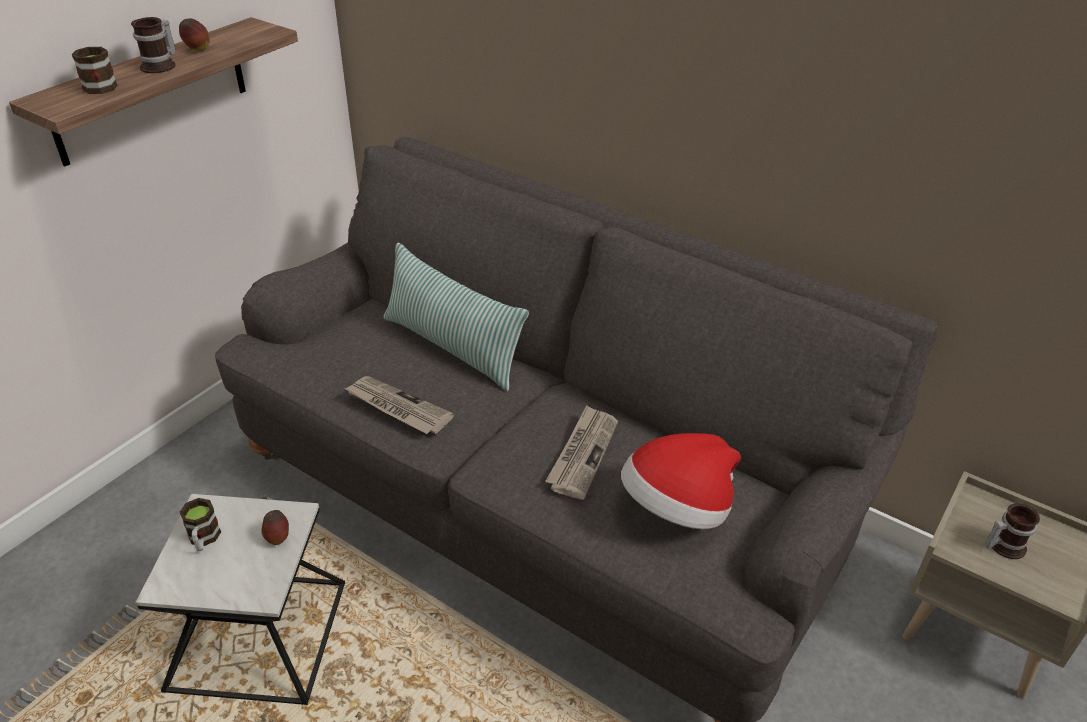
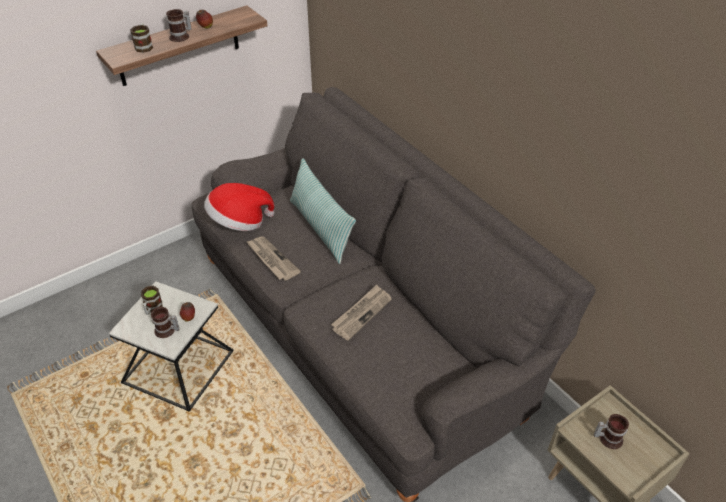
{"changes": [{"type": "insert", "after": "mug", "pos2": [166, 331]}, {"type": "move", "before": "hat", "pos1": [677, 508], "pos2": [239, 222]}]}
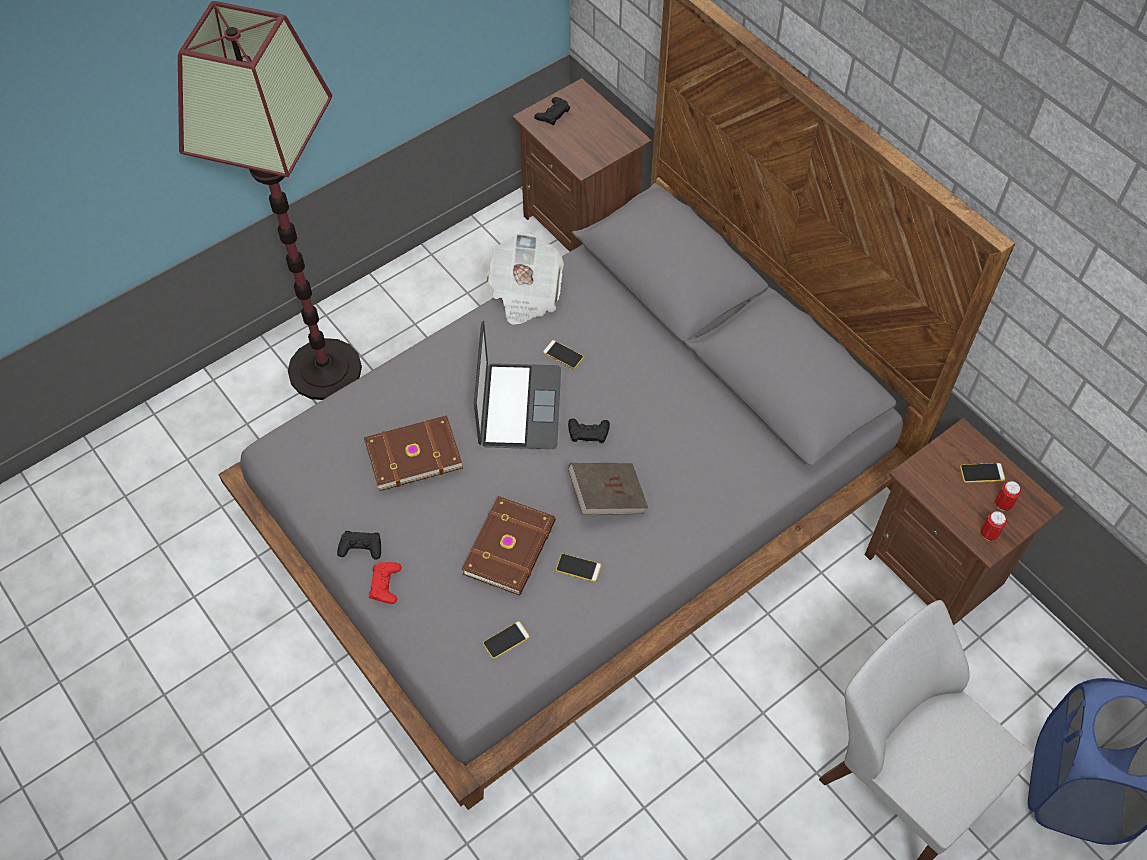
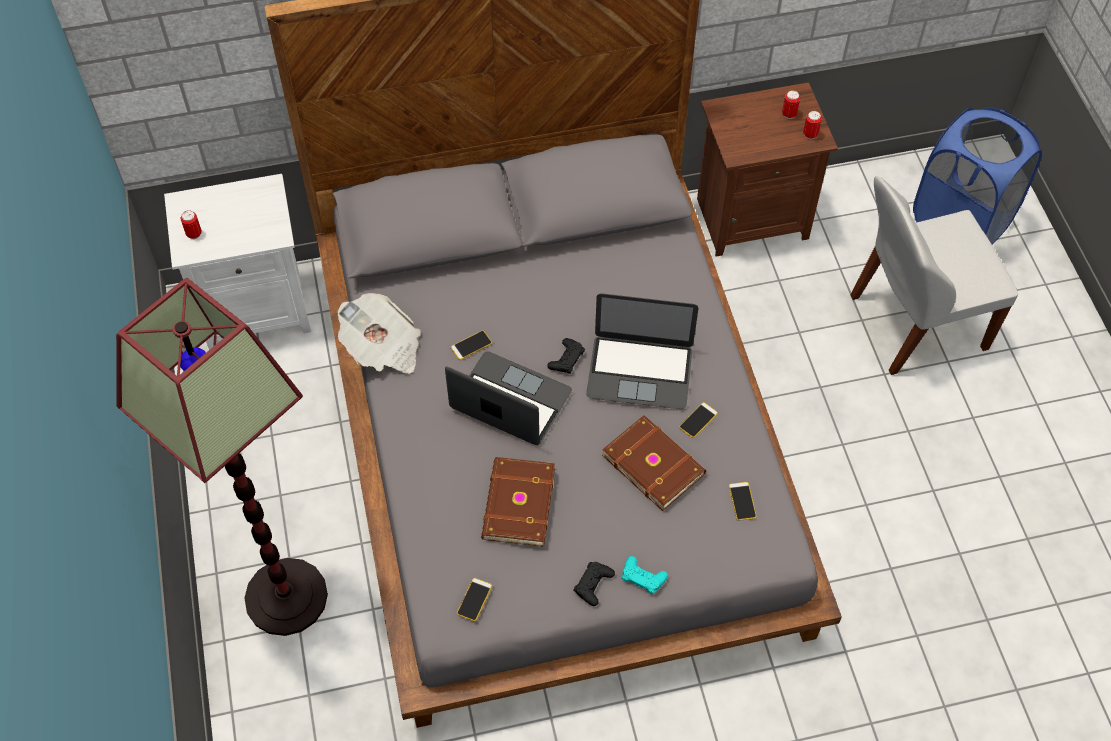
{"changes": [{"type": "recolor", "before": "brown nightstand", "after": "white nightstand", "pos1": [582, 226], "pos2": [255, 308]}, {"type": "replace", "before": "black game controller", "after": "can", "pos1": [552, 114], "pos2": [194, 234]}, {"type": "move", "before": "phone", "pos1": [982, 473], "pos2": [474, 599]}, {"type": "replace", "before": "brown book", "after": "laptop", "pos1": [607, 497], "pos2": [640, 371]}, {"type": "recolor", "before": "red game controller", "after": "turquoise game controller", "pos1": [385, 584], "pos2": [643, 577]}]}
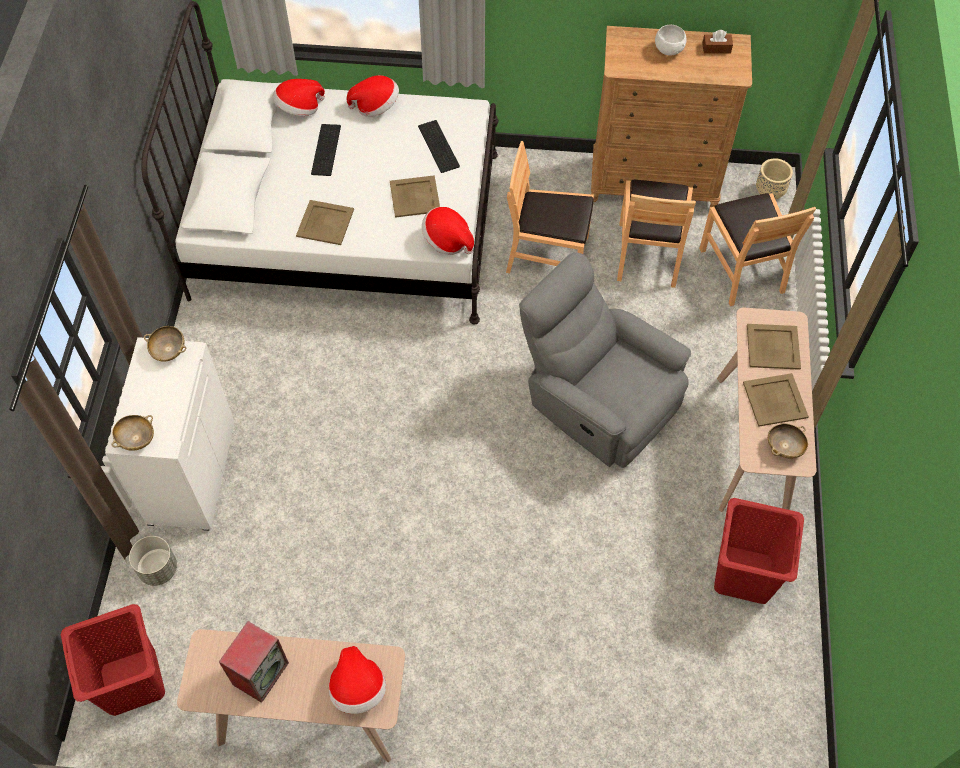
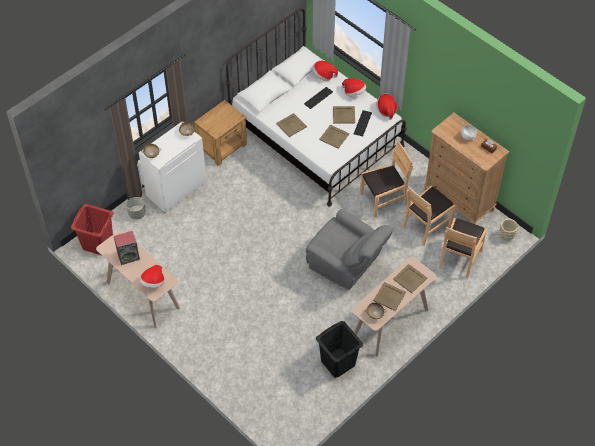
{"changes": [{"type": "insert", "after": "brown nightstand", "pos2": [223, 146]}, {"type": "rotate", "before": "grey armchair", "pos1": [597, 402], "pos2": [346, 266], "turn": 135}, {"type": "recolor", "before": "red laundry basket", "after": "black laundry basket", "pos1": [744, 575], "pos2": [338, 363]}, {"type": "insert", "after": "beige tray", "pos2": [343, 115]}, {"type": "rotate", "before": "brown chair", "pos1": [547, 255], "pos2": [384, 199], "turn": 105}, {"type": "move", "before": "hat", "pos1": [447, 240], "pos2": [386, 110]}]}
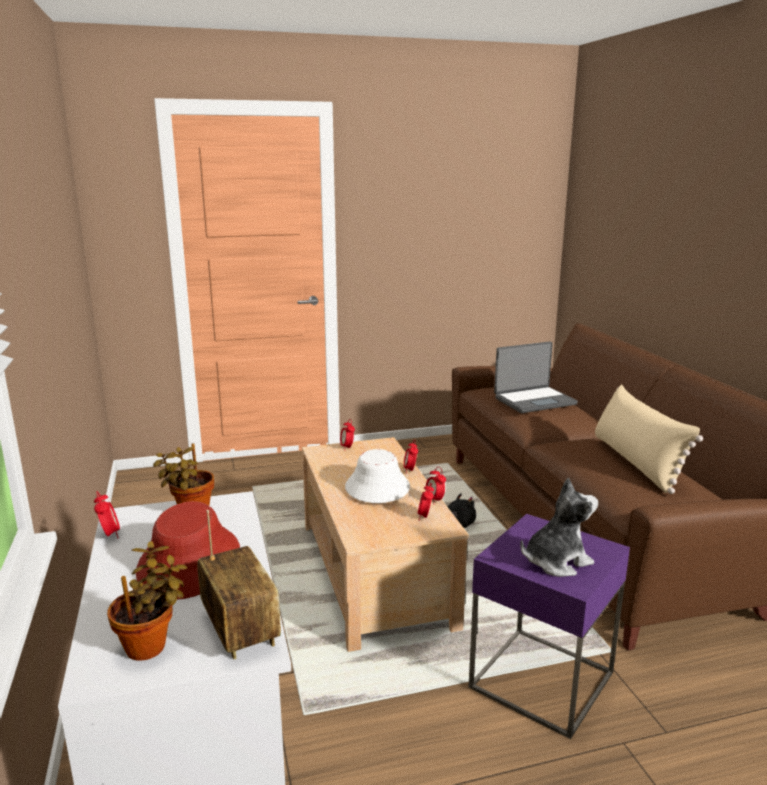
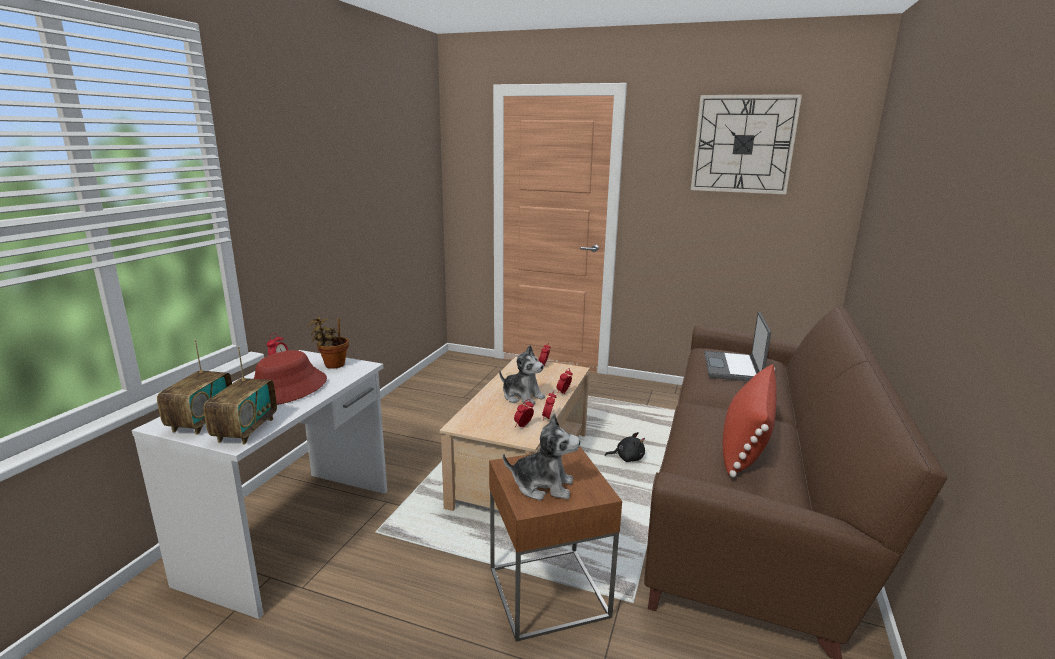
{"changes": [{"type": "replace", "before": "potted plant", "after": "radio", "pos1": [151, 646], "pos2": [201, 421]}, {"type": "recolor", "before": "purple side table", "after": "brown side table", "pos1": [541, 680], "pos2": [548, 592]}, {"type": "replace", "before": "white hat", "after": "plush toy", "pos1": [377, 487], "pos2": [522, 397]}, {"type": "insert", "after": "wall clock", "pos2": [743, 144]}, {"type": "rotate", "before": "laptop", "pos1": [534, 400], "pos2": [733, 368], "turn": 90}, {"type": "recolor", "before": "beige pillow", "after": "red pillow", "pos1": [636, 462], "pos2": [746, 442]}]}
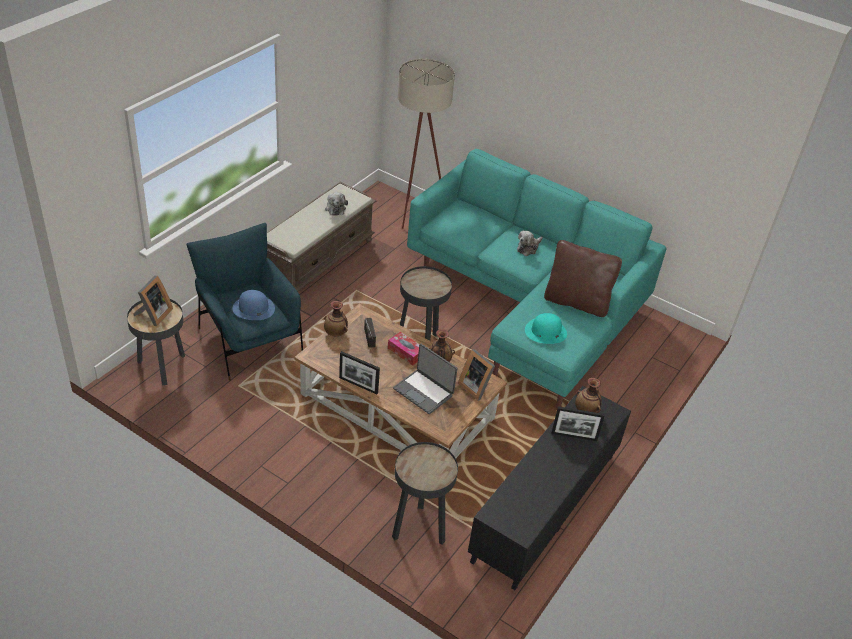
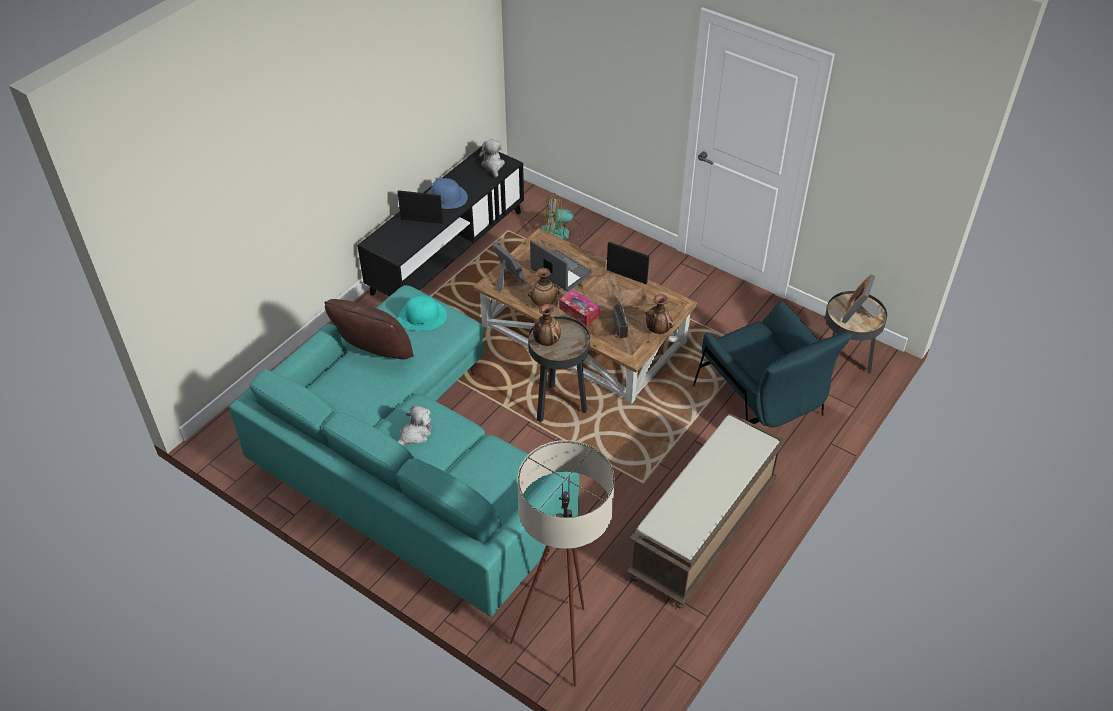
{"changes": [{"type": "move", "before": "blue hat", "pos1": [253, 308], "pos2": [446, 197]}, {"type": "move", "before": "plush toy", "pos1": [335, 208], "pos2": [493, 165]}, {"type": "move", "before": "vase", "pos1": [586, 411], "pos2": [546, 341]}, {"type": "replace", "before": "black side table", "after": "fan", "pos1": [418, 529], "pos2": [562, 233]}]}
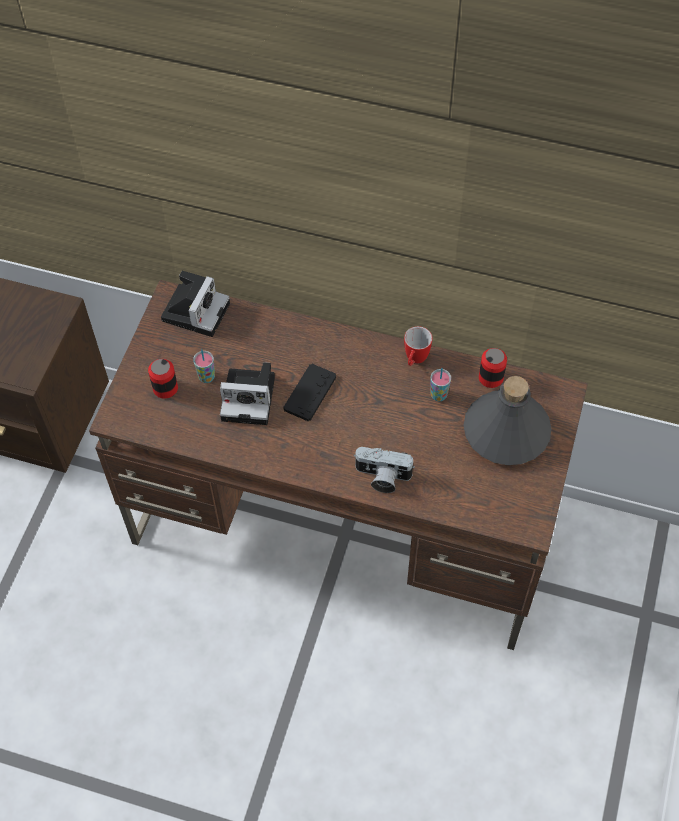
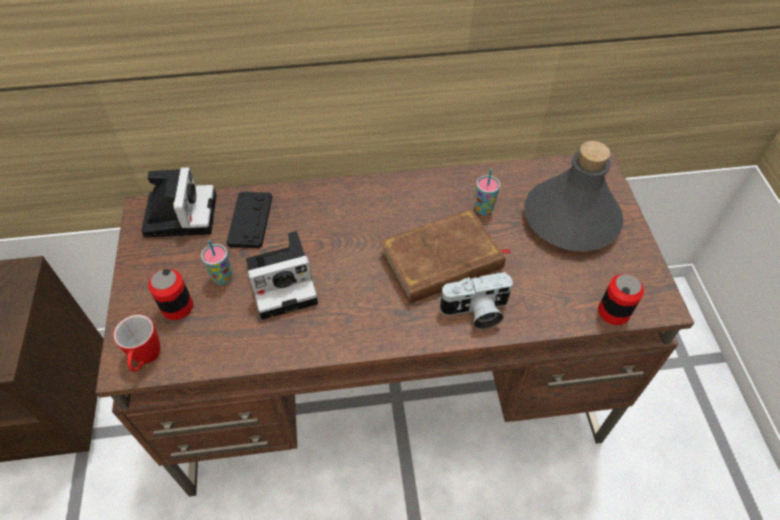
{"changes": [{"type": "move", "before": "mug", "pos1": [414, 360], "pos2": [146, 360]}, {"type": "move", "before": "black game controller", "pos1": [310, 393], "pos2": [250, 220]}, {"type": "insert", "after": "brown book", "pos2": [442, 261]}, {"type": "move", "before": "can", "pos1": [490, 378], "pos2": [613, 312]}]}
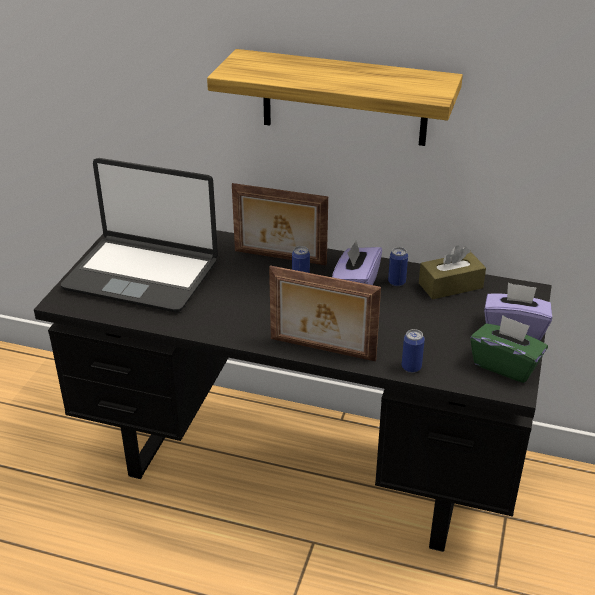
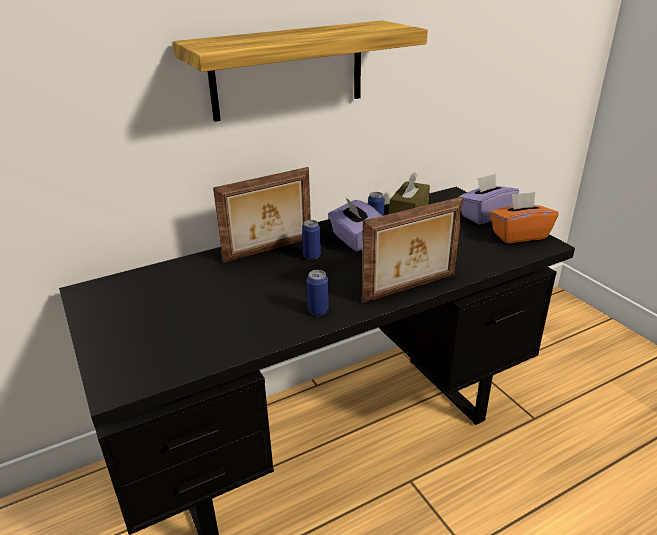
{"changes": [{"type": "move", "before": "can", "pos1": [411, 367], "pos2": [318, 310]}, {"type": "recolor", "before": "green tissue box", "after": "orange tissue box", "pos1": [505, 365], "pos2": [519, 235]}, {"type": "delete", "before": "laptop", "pos1": [142, 274]}]}
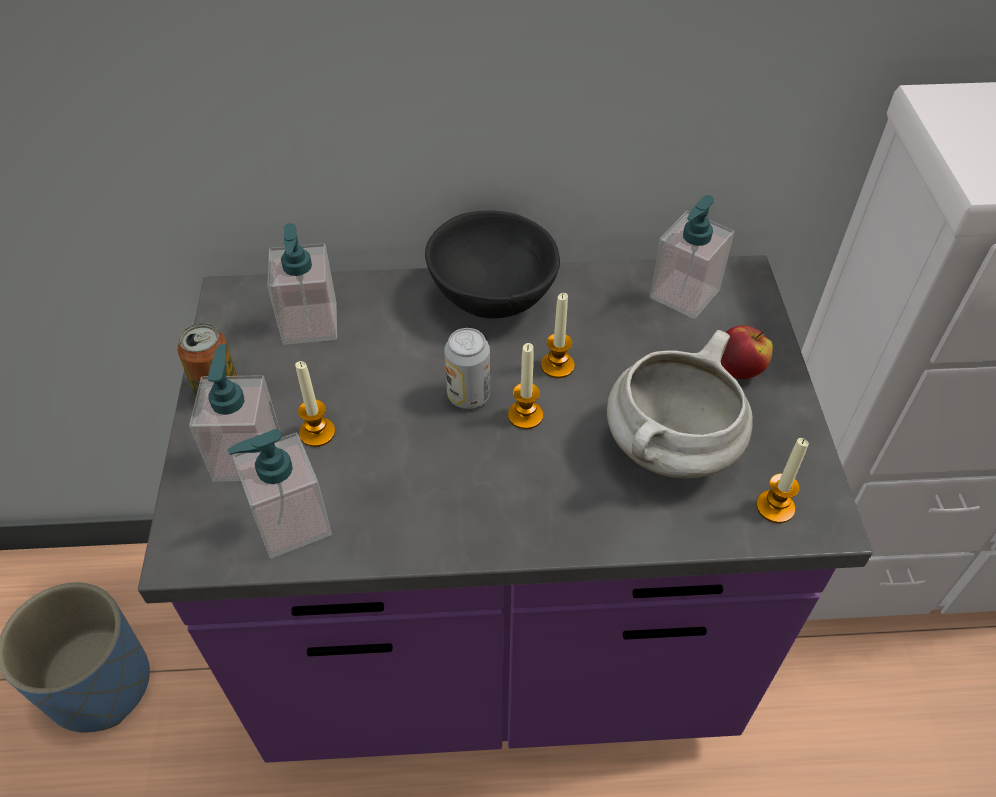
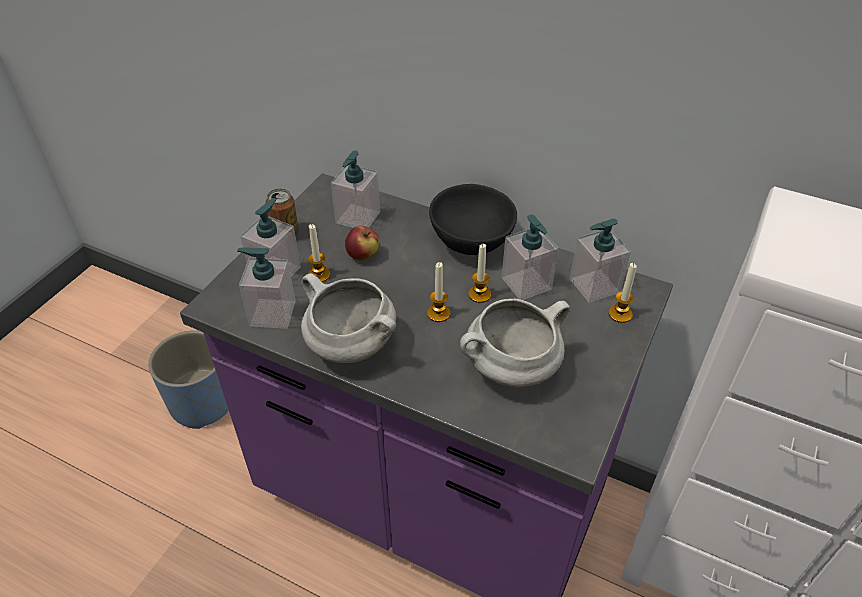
{"changes": [{"type": "insert", "after": "white cooking pot", "pos2": [349, 345]}, {"type": "move", "before": "apple", "pos1": [739, 369], "pos2": [363, 255]}, {"type": "insert", "after": "soap dispenser", "pos2": [526, 284]}, {"type": "move", "before": "candle", "pos1": [775, 507], "pos2": [620, 314]}, {"type": "delete", "before": "can", "pos1": [468, 395]}]}
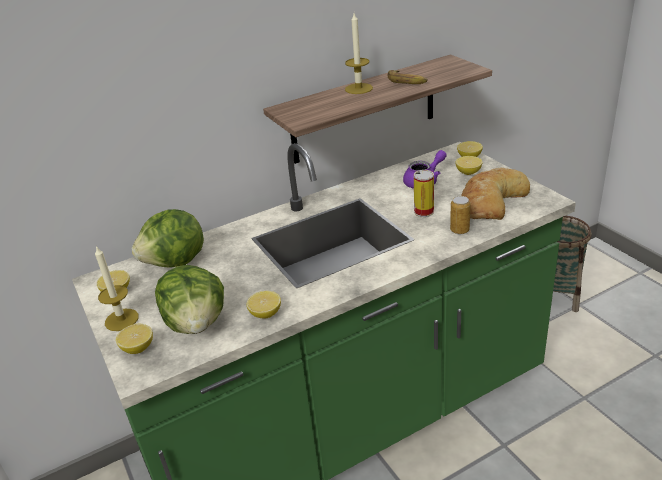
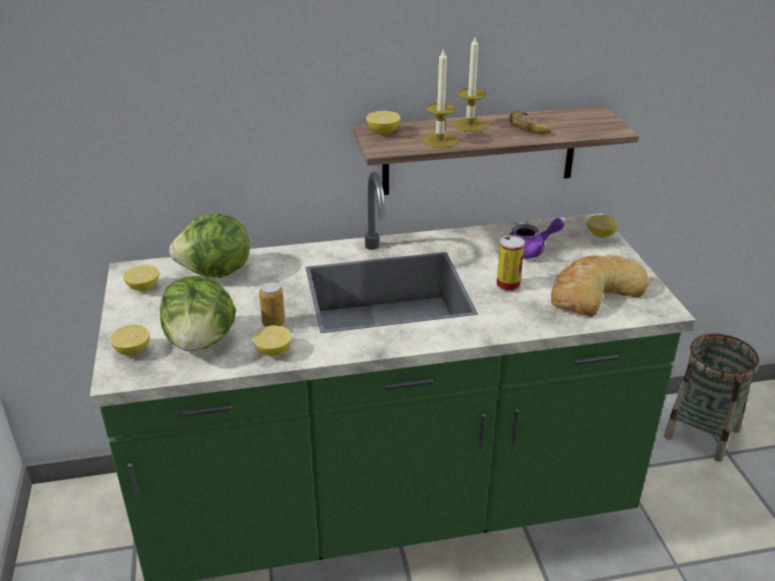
{"changes": [{"type": "move", "before": "can", "pos1": [459, 230], "pos2": [273, 323]}, {"type": "move", "before": "lemon", "pos1": [468, 172], "pos2": [383, 132]}, {"type": "move", "before": "candle", "pos1": [121, 320], "pos2": [439, 140]}]}
